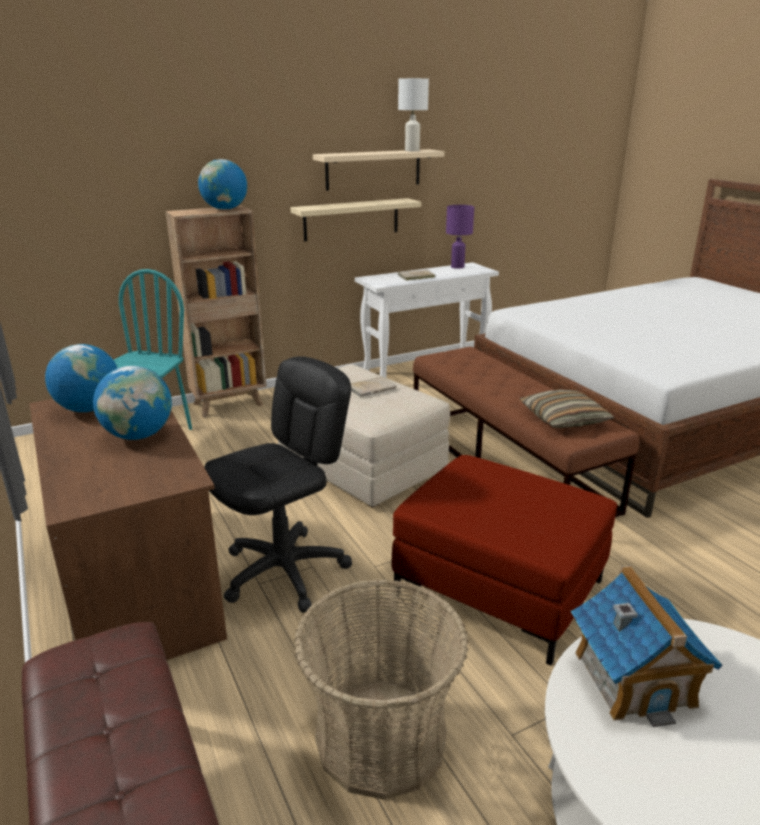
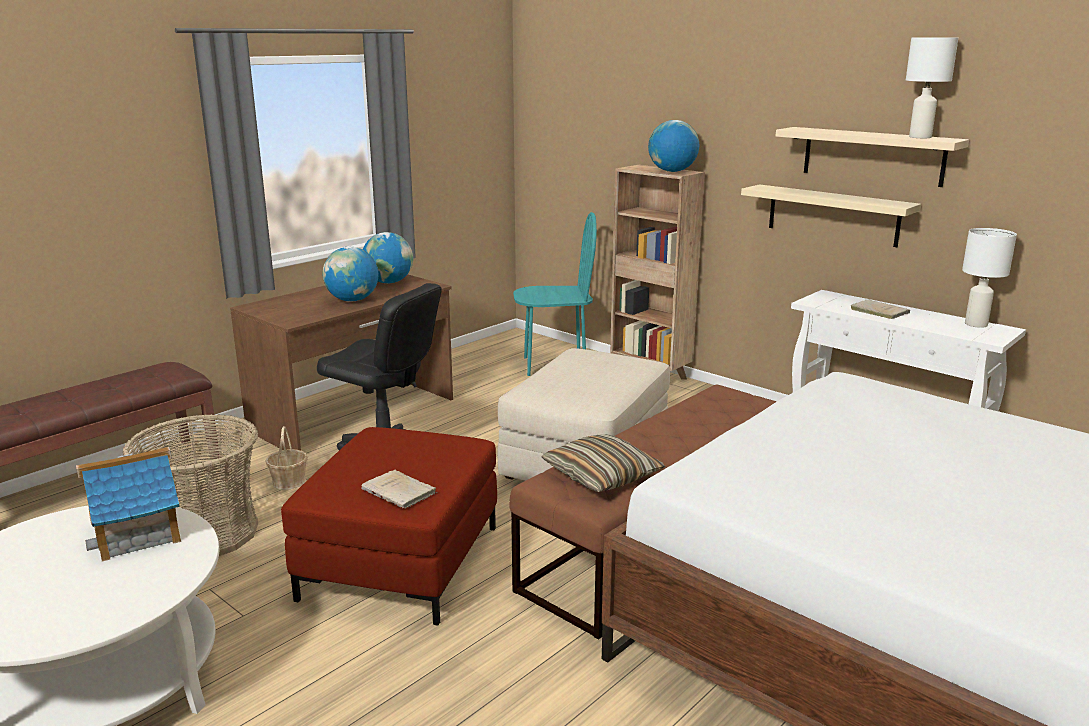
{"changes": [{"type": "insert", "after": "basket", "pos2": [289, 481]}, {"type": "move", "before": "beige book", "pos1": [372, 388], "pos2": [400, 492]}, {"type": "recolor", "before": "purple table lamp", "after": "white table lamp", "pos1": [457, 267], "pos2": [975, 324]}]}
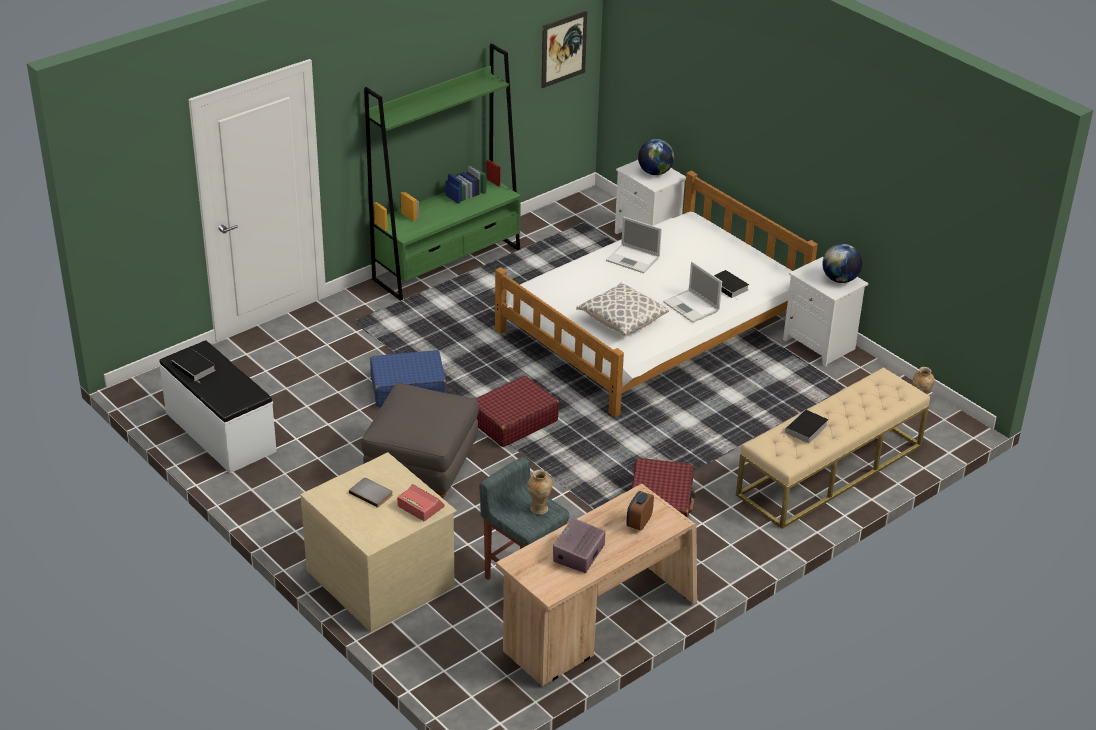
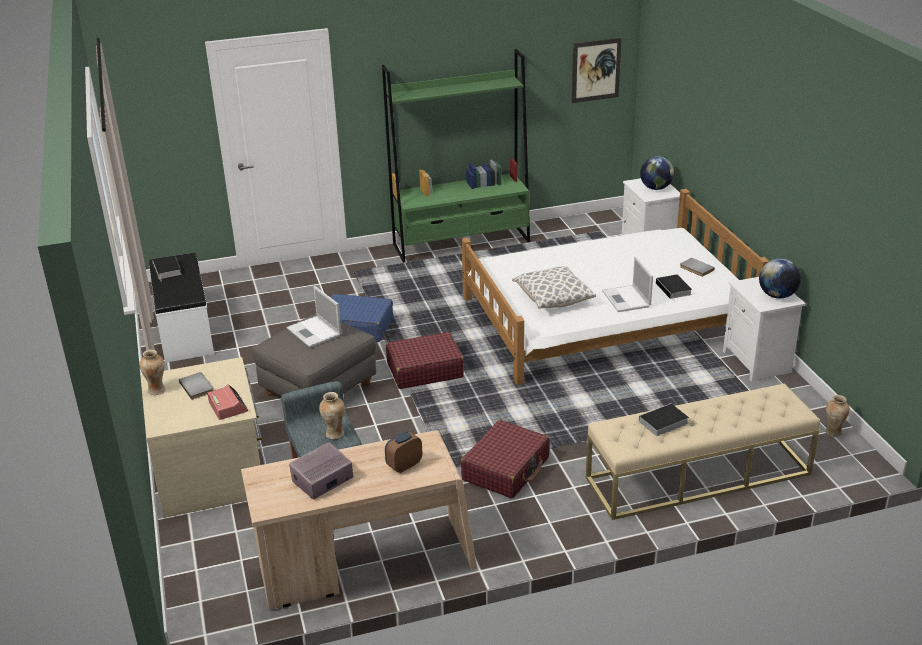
{"changes": [{"type": "insert", "after": "vase", "pos2": [157, 390]}, {"type": "move", "before": "laptop", "pos1": [633, 259], "pos2": [314, 332]}, {"type": "insert", "after": "grey book", "pos2": [696, 269]}]}
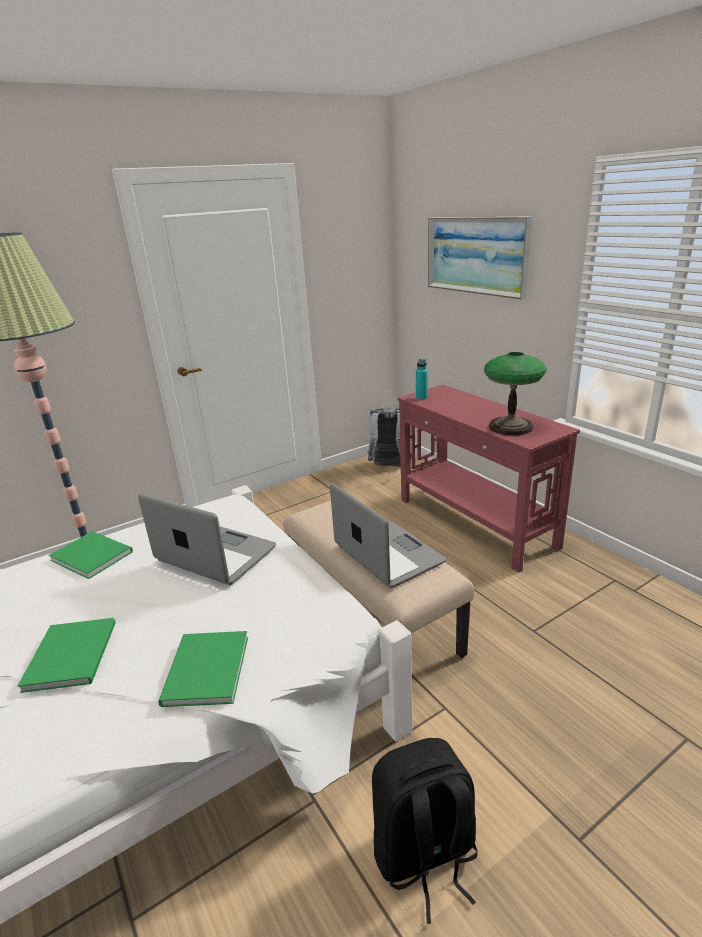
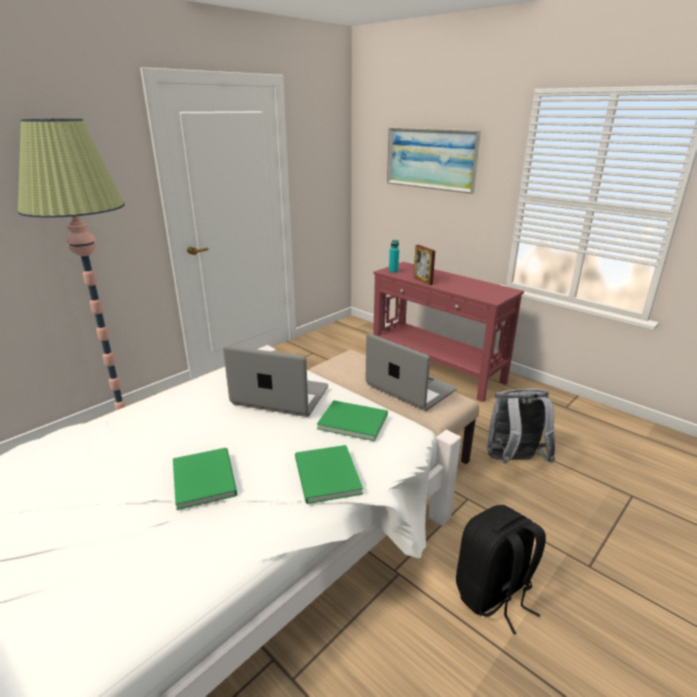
{"changes": [{"type": "move", "before": "green book", "pos1": [92, 554], "pos2": [351, 420]}, {"type": "insert", "after": "picture frame", "pos2": [423, 281]}, {"type": "move", "before": "grey backpack", "pos1": [390, 467], "pos2": [513, 461]}, {"type": "delete", "before": "table lamp", "pos1": [510, 426]}]}
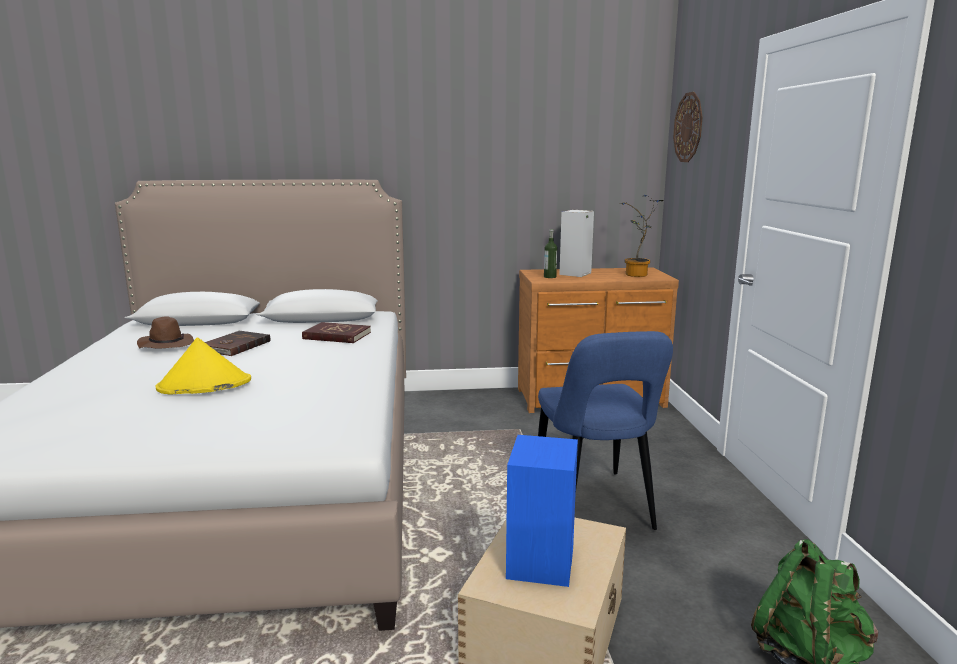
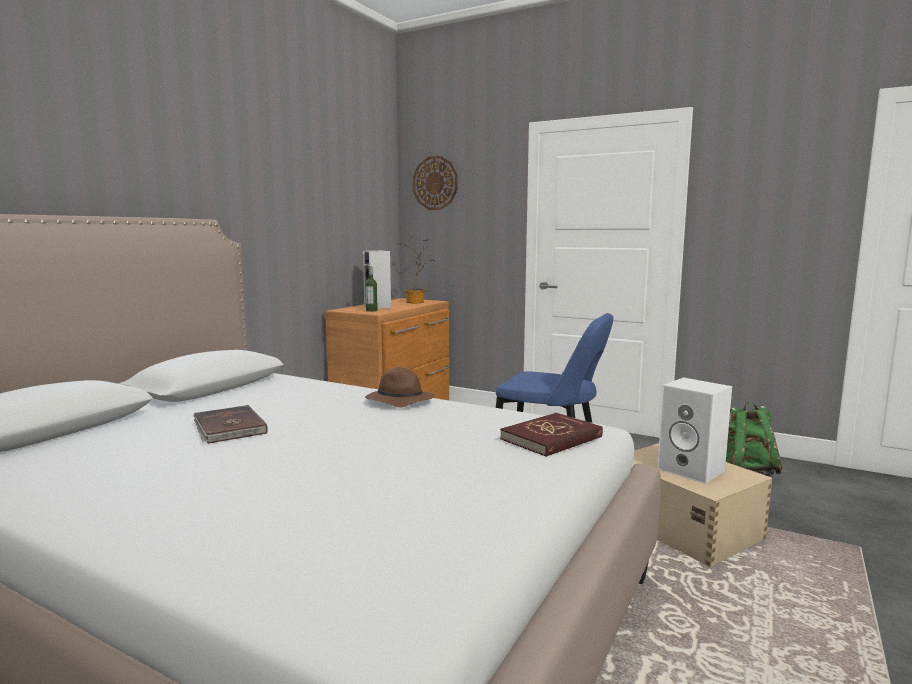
{"changes": [{"type": "move", "before": "brown hat", "pos1": [166, 345], "pos2": [398, 401]}, {"type": "move", "before": "red book", "pos1": [337, 336], "pos2": [552, 438]}, {"type": "recolor", "before": "blue speaker", "after": "white speaker", "pos1": [542, 563], "pos2": [693, 470]}, {"type": "delete", "before": "yellow hat", "pos1": [204, 385]}]}
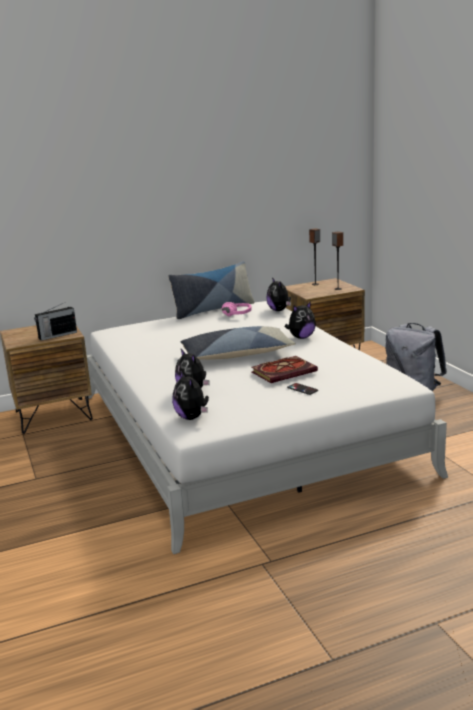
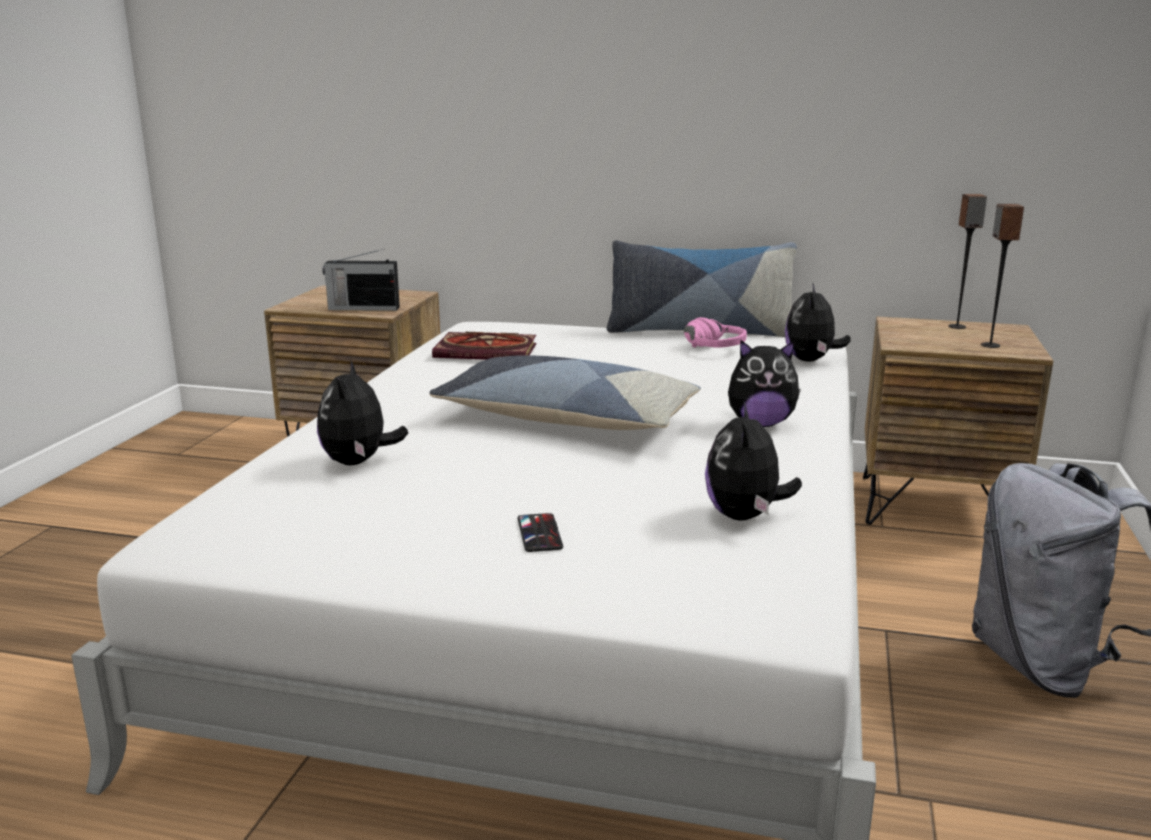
{"changes": [{"type": "move", "before": "book", "pos1": [284, 371], "pos2": [489, 351]}, {"type": "move", "before": "plush toy", "pos1": [192, 417], "pos2": [745, 516]}]}
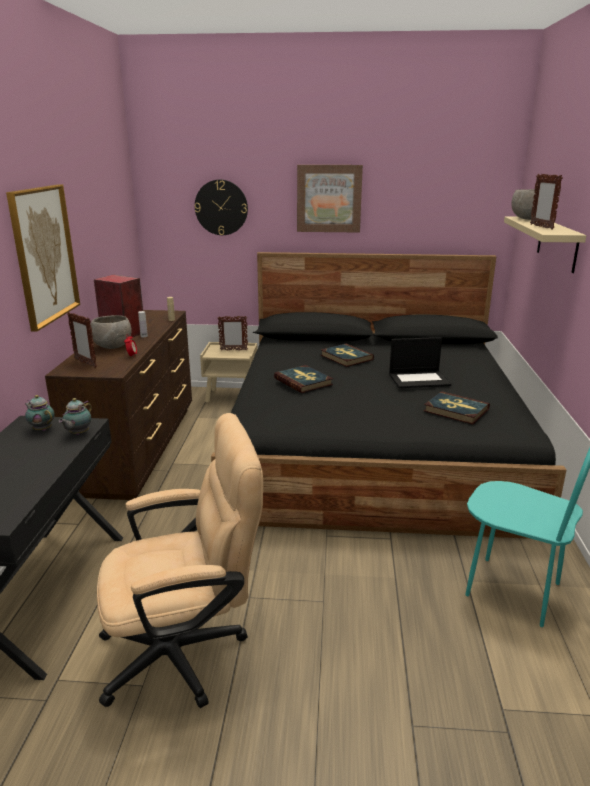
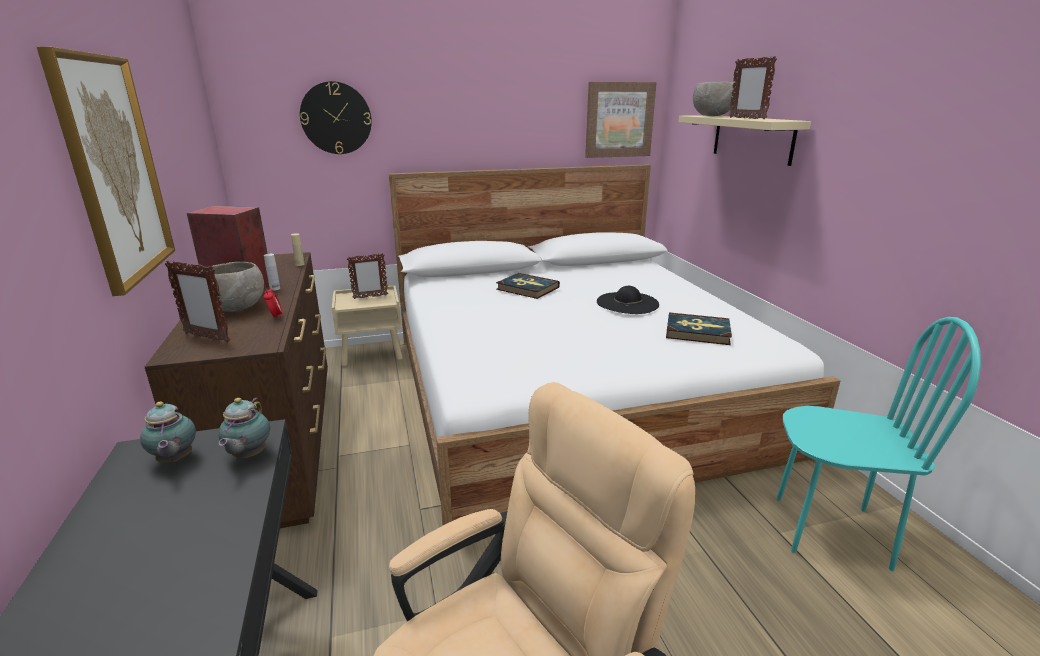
{"changes": [{"type": "rotate", "before": "teapot", "pos1": [42, 429], "pos2": [175, 460], "turn": -135}, {"type": "recolor", "before": "black bed", "after": "white bed", "pos1": [373, 448], "pos2": [571, 389]}, {"type": "move", "before": "picture", "pos1": [329, 198], "pos2": [619, 120]}, {"type": "replace", "before": "laptop", "after": "black hat", "pos1": [419, 379], "pos2": [627, 303]}, {"type": "delete", "before": "book", "pos1": [303, 381]}]}
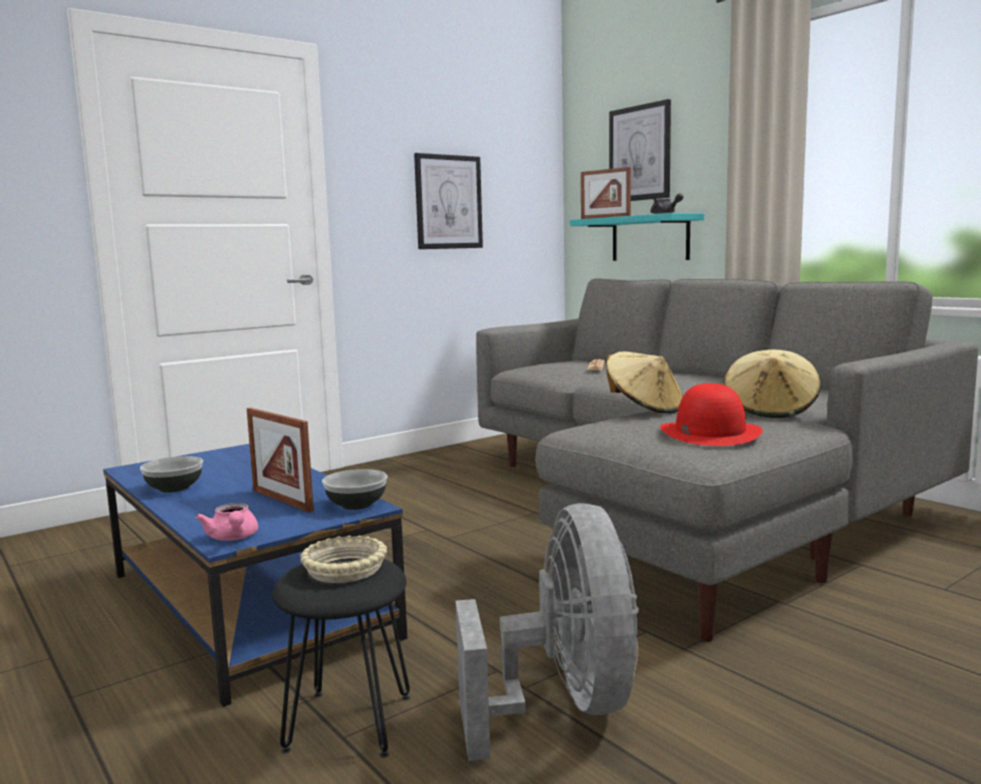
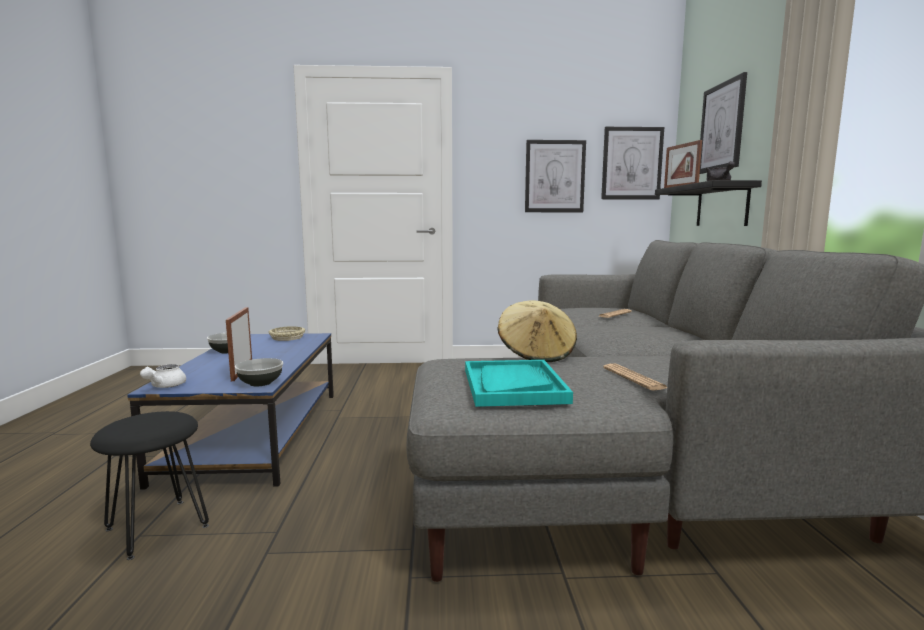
{"changes": [{"type": "recolor", "before": "pink teapot", "after": "white teapot", "pos1": [233, 538], "pos2": [164, 386]}, {"type": "move", "before": "beige bowl", "pos1": [346, 568], "pos2": [287, 337]}, {"type": "replace", "before": "red hat", "after": "turquoise tray", "pos1": [710, 433], "pos2": [513, 385]}, {"type": "insert", "after": "picture", "pos2": [631, 163]}, {"type": "replace", "before": "beige hat", "after": "newspaper", "pos1": [771, 410], "pos2": [634, 378]}, {"type": "recolor", "before": "turquoise shelf", "after": "black shelf", "pos1": [650, 238], "pos2": [722, 205]}, {"type": "delete", "before": "grey fan", "pos1": [564, 705]}]}
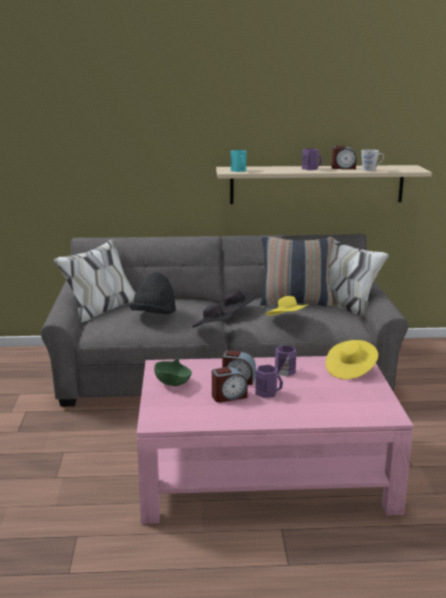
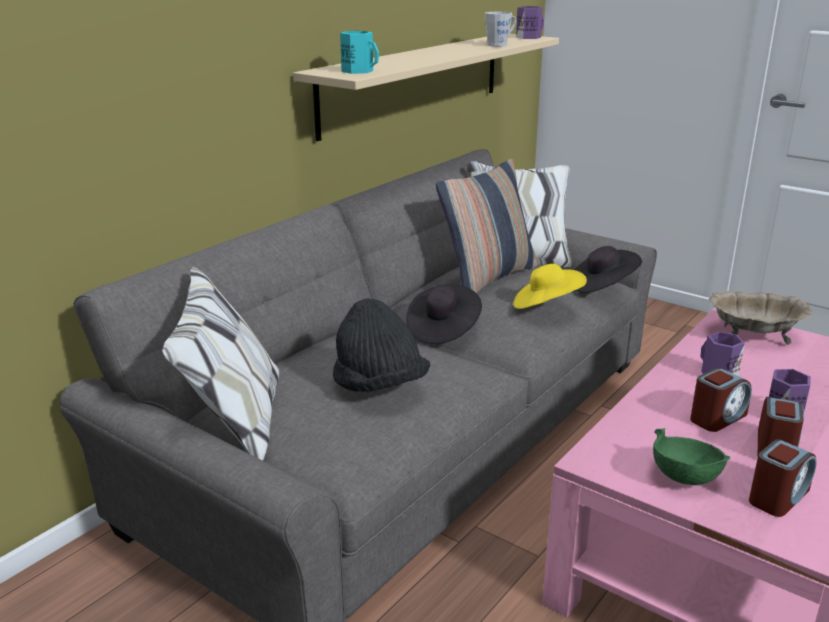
{"changes": [{"type": "move", "before": "purple mug", "pos1": [310, 168], "pos2": [528, 37]}, {"type": "move", "before": "black hat", "pos1": [213, 330], "pos2": [602, 286]}, {"type": "replace", "before": "yellow hat", "after": "beige bowl", "pos1": [350, 370], "pos2": [753, 336]}, {"type": "move", "before": "alarm clock", "pos1": [343, 168], "pos2": [778, 497]}]}
